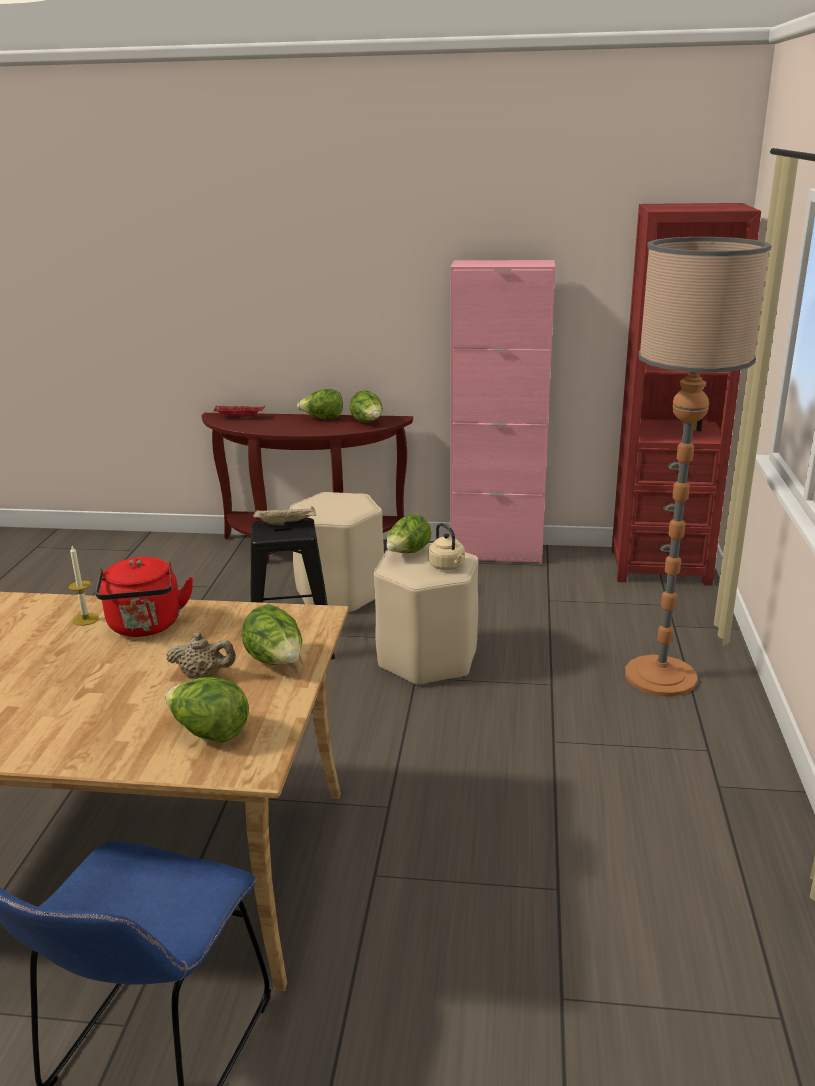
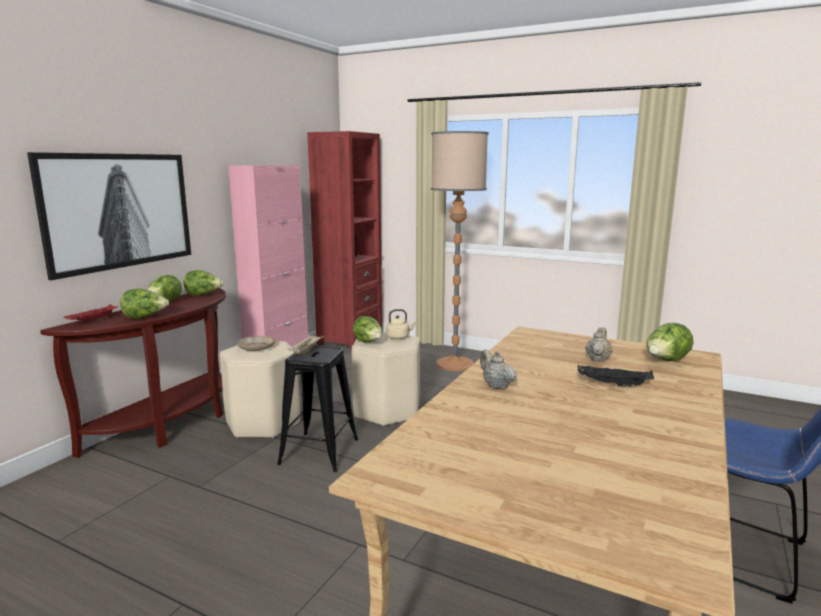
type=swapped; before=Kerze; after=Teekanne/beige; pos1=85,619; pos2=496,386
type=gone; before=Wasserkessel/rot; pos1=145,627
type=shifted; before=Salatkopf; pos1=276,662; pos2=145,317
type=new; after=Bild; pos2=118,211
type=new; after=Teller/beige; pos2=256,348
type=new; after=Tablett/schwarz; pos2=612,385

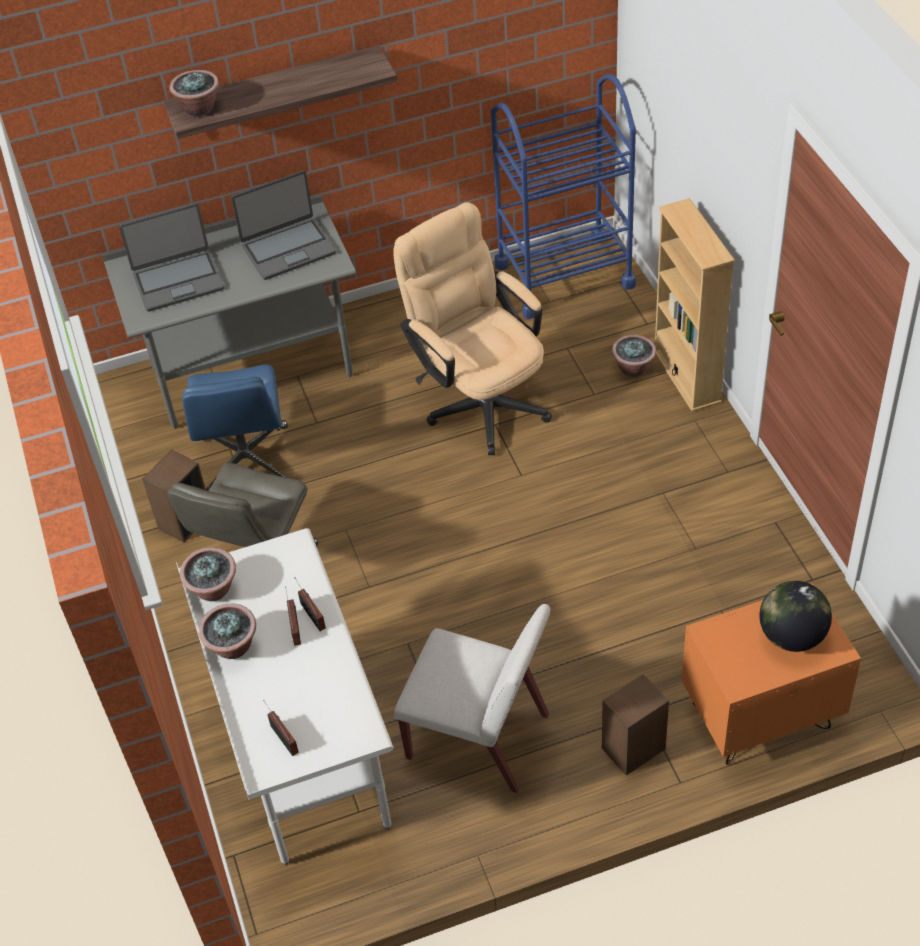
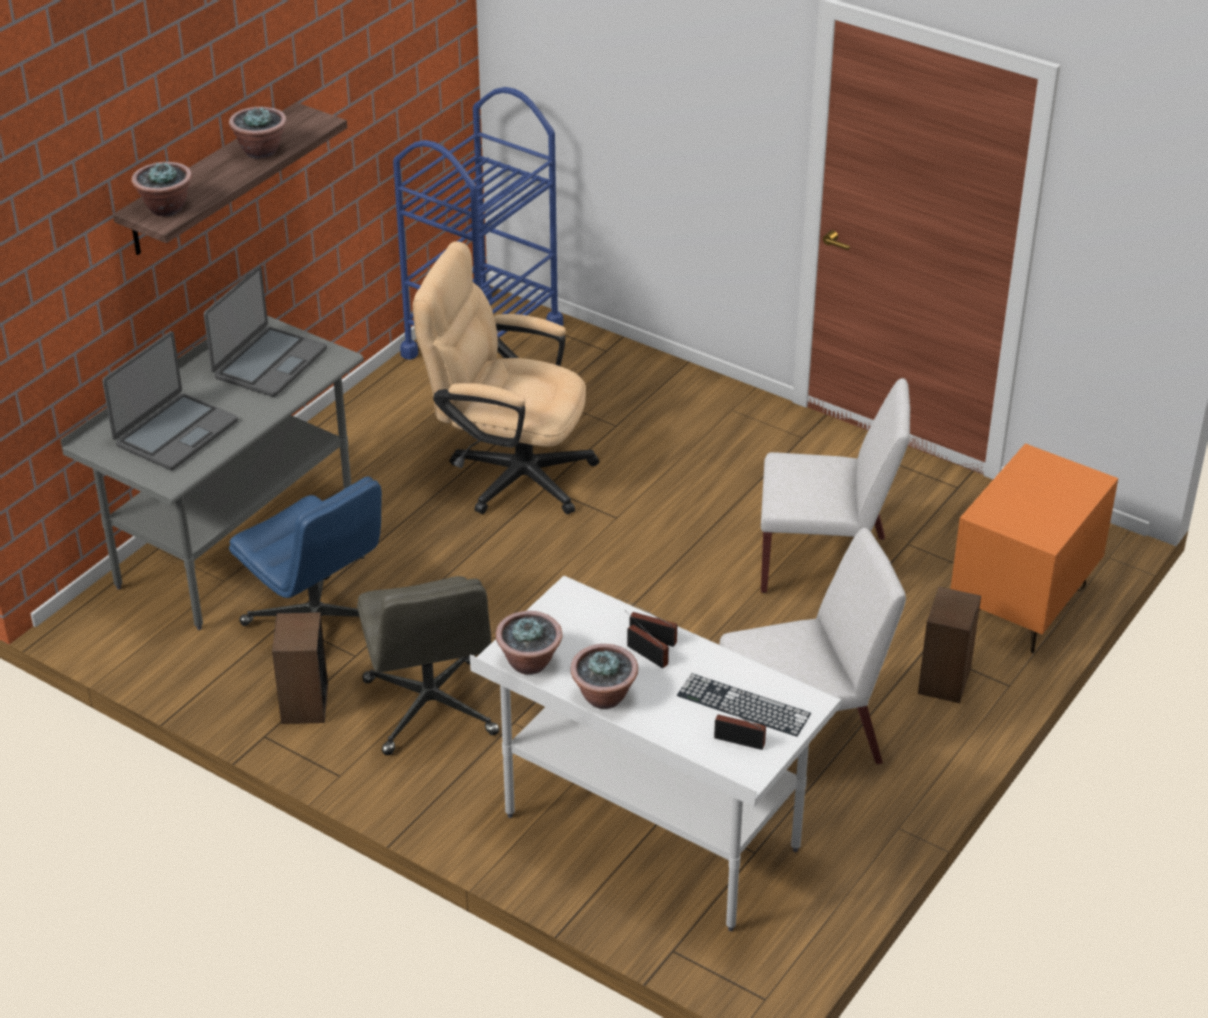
type=shifted; before=Topfpflanze; pos1=633,368; pos2=261,151
type=gone; before=Bücherregal/beige; pos1=686,376
type=gone; before=Globus; pos1=791,636
type=new; after=Tastatur; pos2=743,705
type=new; after=Stuhl/weiß; pos2=825,565

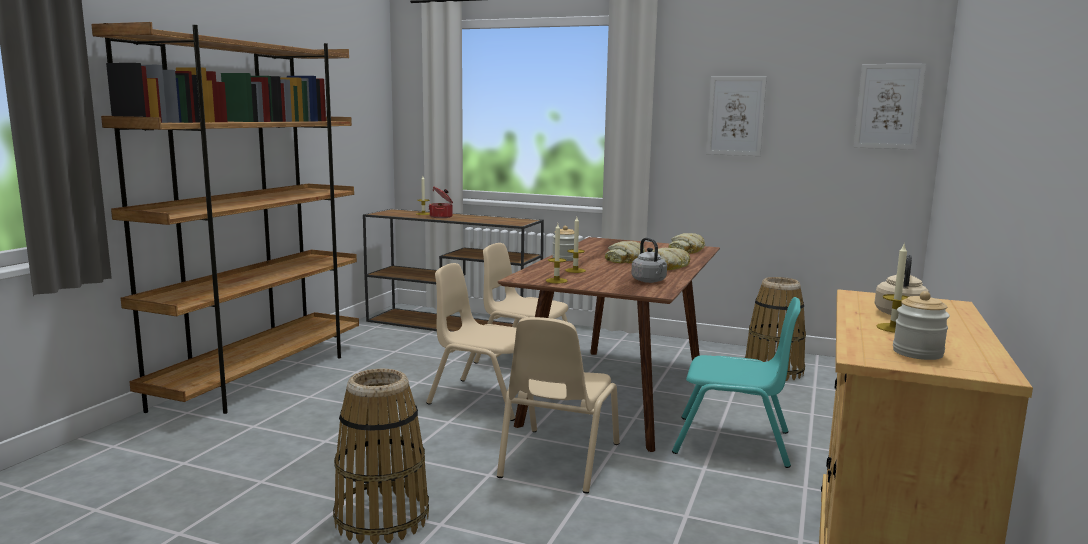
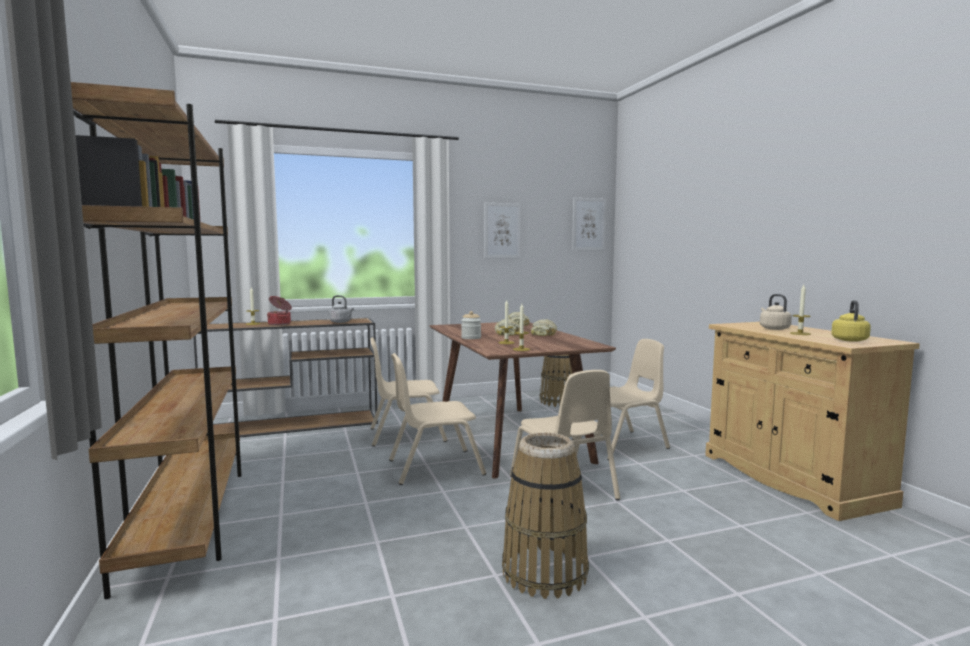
type=shifted; before=Wasserkessel/grau; pos1=650,281; pos2=341,322
type=repainted; before=Stuhl/türkis; after=Stuhl/beige; pos1=732,442; pos2=621,445
type=swapped; before=Vorratsglas; after=Wasserkessel/gelb; pos1=917,353; pos2=849,340

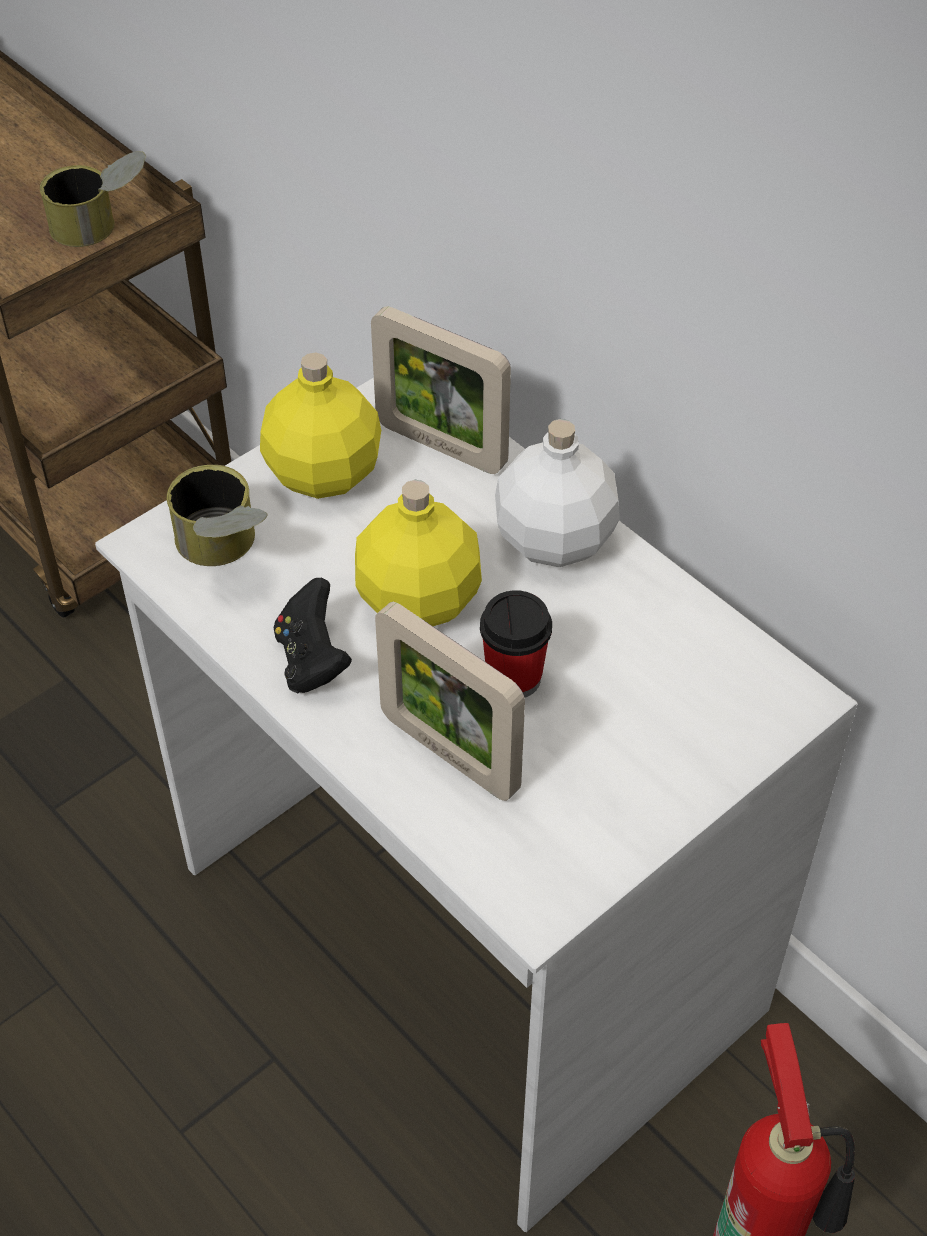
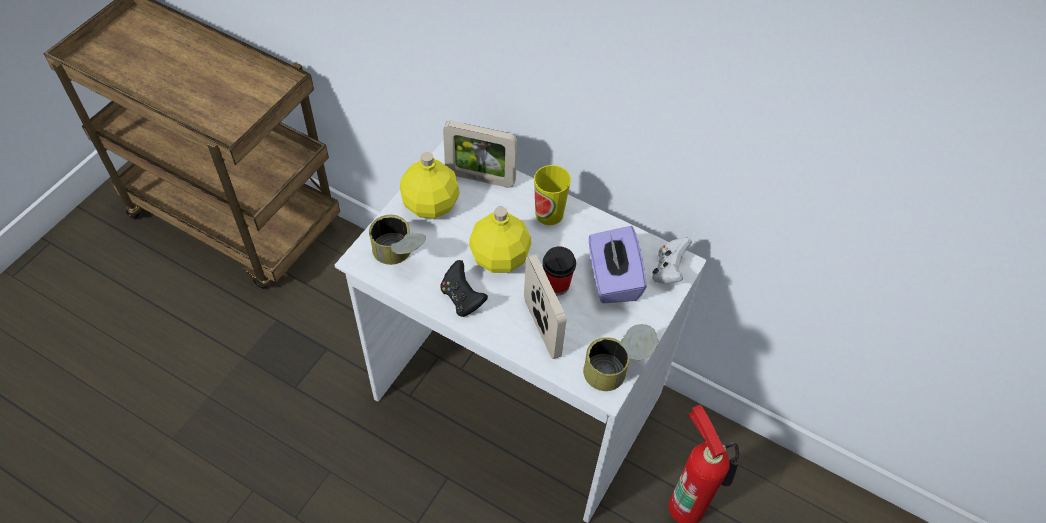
type=shifted; before=Dose; pos1=102,226; pos2=617,368
type=rotated; before=Bilderrahmen; pos1=449,754; pos2=542,328; turn=-135
type=swapped; before=Flasche/weiß; after=Tasse; pos1=553,540; pos2=549,214
type=new; after=Taschentuchbox/lila; pos2=612,279
type=new; after=Gamepad/weiß; pos2=668,270

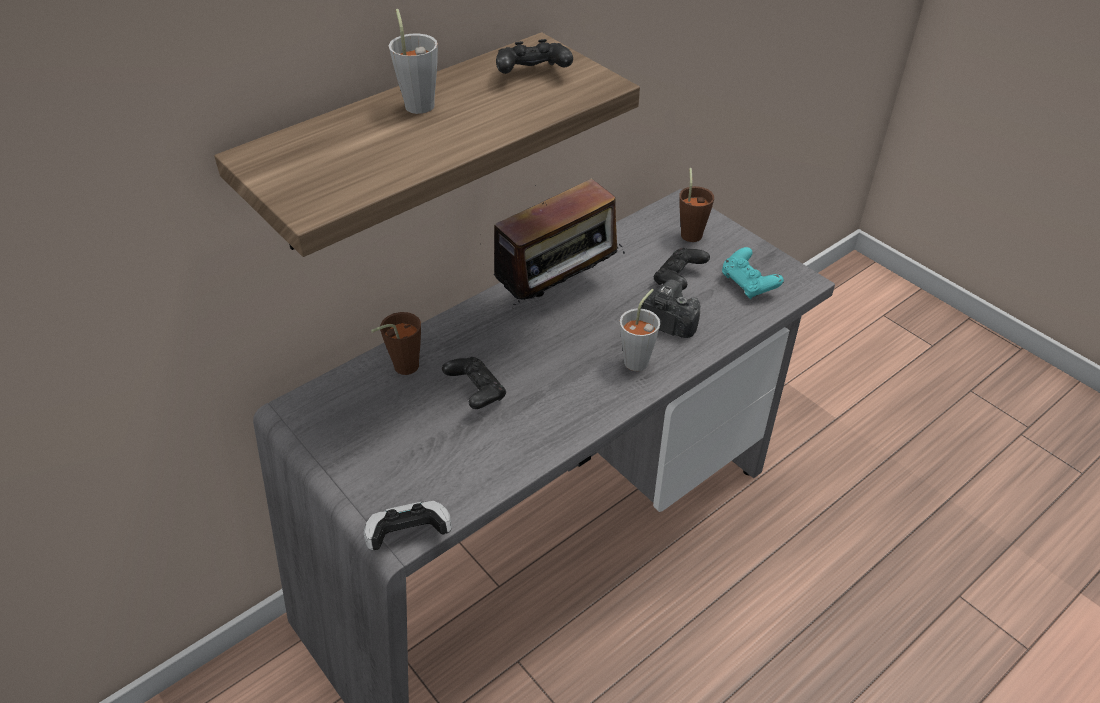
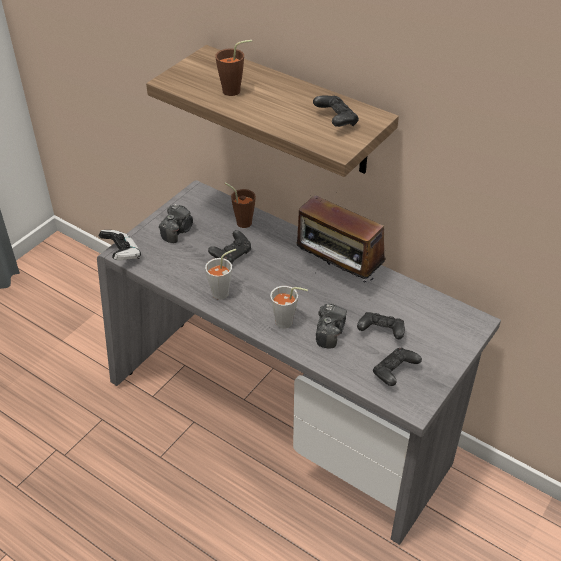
type=shifted; before=Tasse/grau; pos1=418,102; pos2=224,292
type=shifted; before=Tasse/braun; pos1=691,232; pos2=235,90
type=repainted; before=Gamepad/türkis; after=Gamepad/schwarz; pos1=748,284; pos2=394,373
type=new; after=Kamera; pos2=178,231

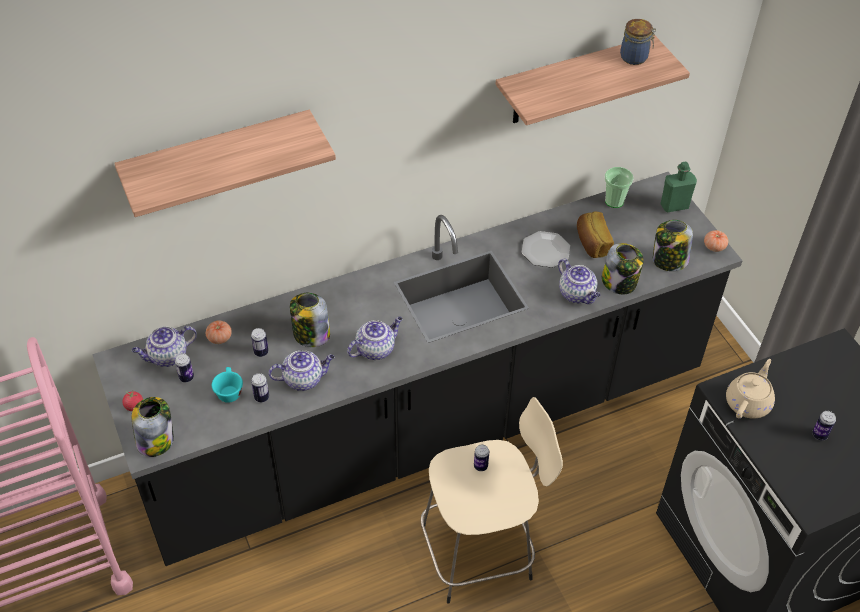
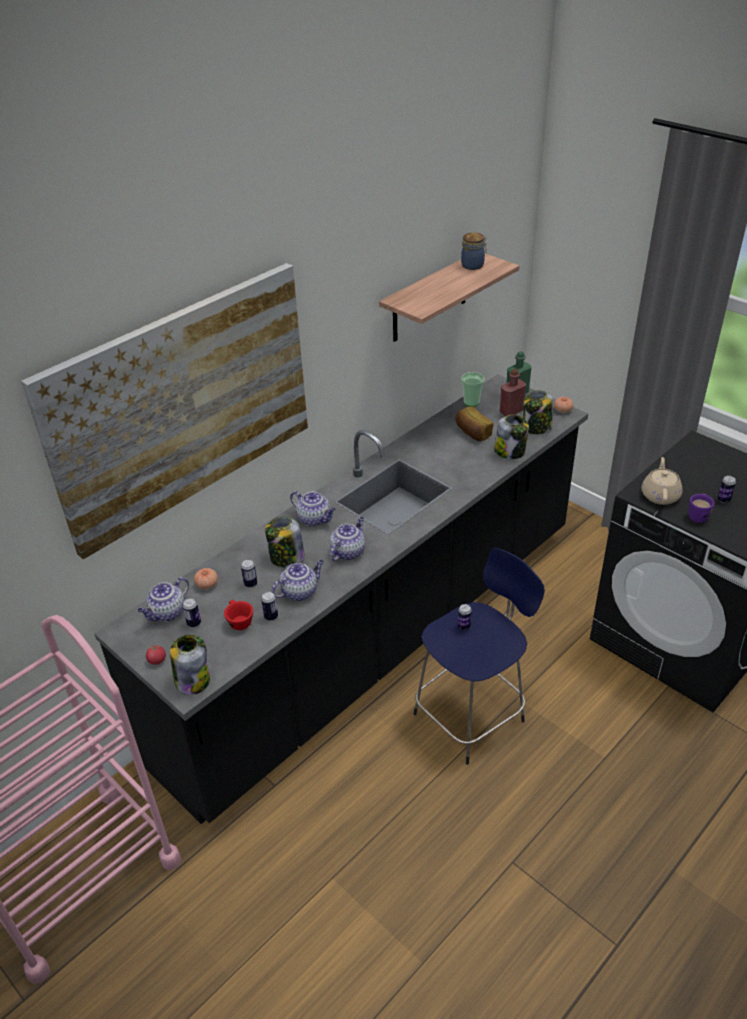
type=swapped; before=Wandregal; after=Bild; pos1=218,161; pos2=183,406
type=repainted; before=Tasse/türkis; after=Tasse/rot; pos1=229,391; pos2=238,621
type=repainted; before=Hocker/beige; after=Hocker/blau; pos1=480,551; pos2=471,715
type=gone; before=Teller; pos1=545,251
type=shifted; before=Teekanne; pos1=577,294; pos2=315,519
type=new; after=Flasche/rot; pos2=511,411
type=new; after=Henkelbecher/lila; pos2=698,515

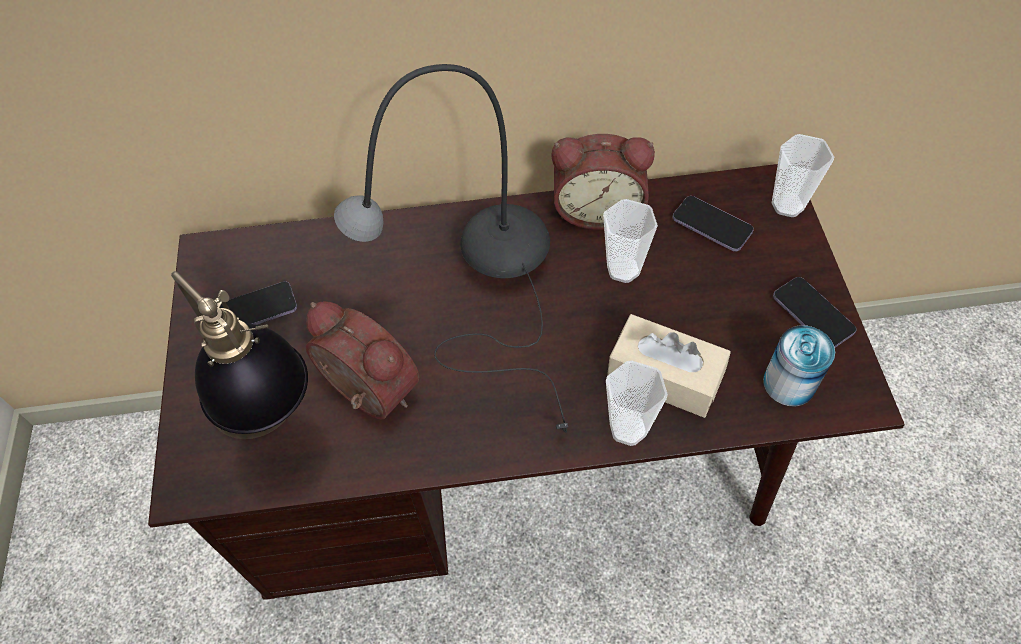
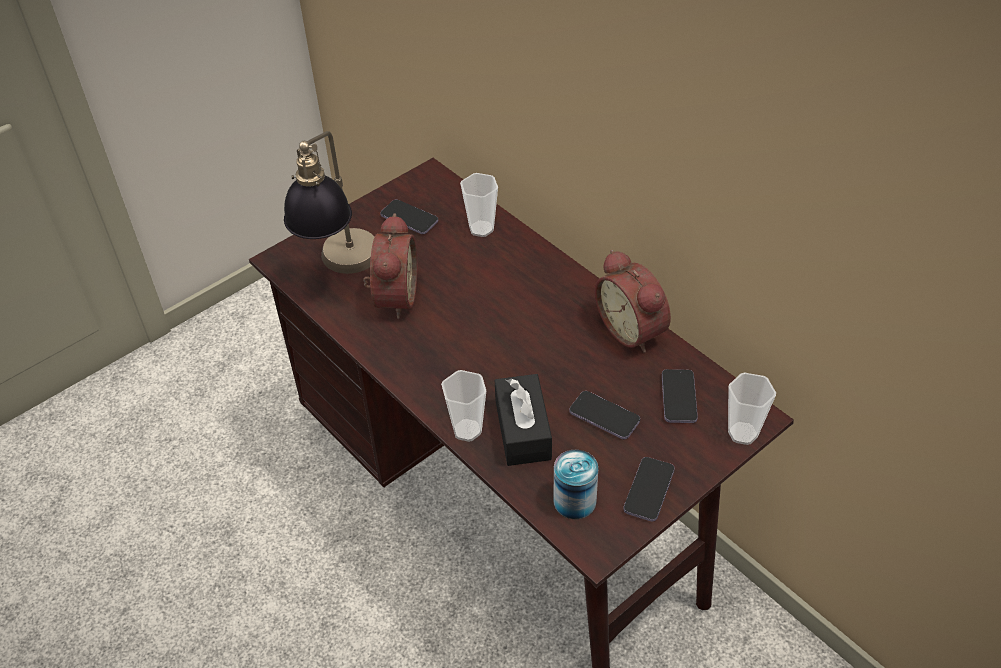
type=gone; before=Tischlampe/grau; pos1=486,300
type=shifted; before=Tasse; pos1=623,269; pos2=481,229
type=repainted; before=Taschentuchbox/beige; after=Taschentuchbox/schwarz; pos1=664,376; pos2=523,430
type=new; after=Handy; pos2=604,417

